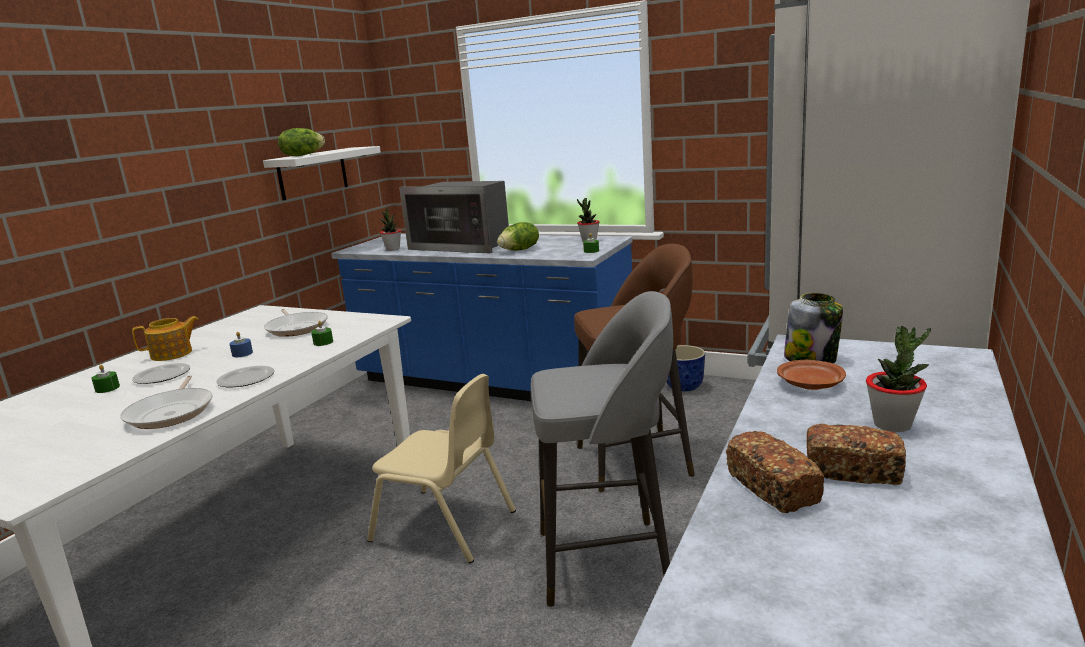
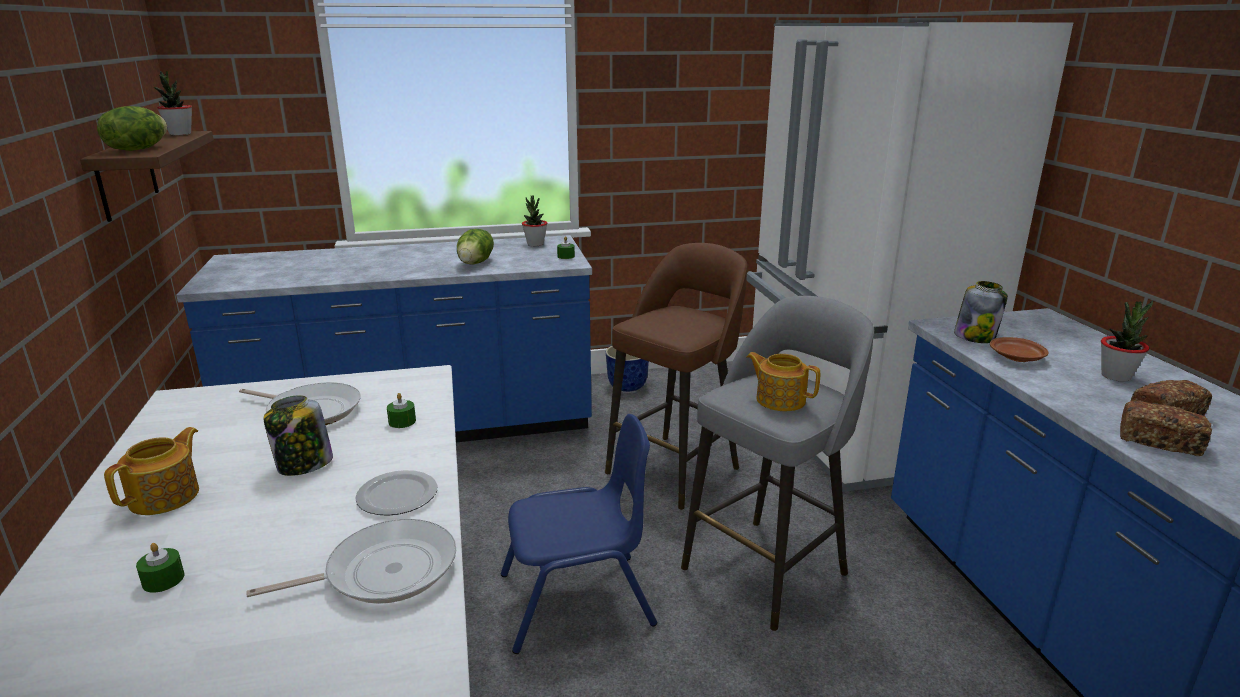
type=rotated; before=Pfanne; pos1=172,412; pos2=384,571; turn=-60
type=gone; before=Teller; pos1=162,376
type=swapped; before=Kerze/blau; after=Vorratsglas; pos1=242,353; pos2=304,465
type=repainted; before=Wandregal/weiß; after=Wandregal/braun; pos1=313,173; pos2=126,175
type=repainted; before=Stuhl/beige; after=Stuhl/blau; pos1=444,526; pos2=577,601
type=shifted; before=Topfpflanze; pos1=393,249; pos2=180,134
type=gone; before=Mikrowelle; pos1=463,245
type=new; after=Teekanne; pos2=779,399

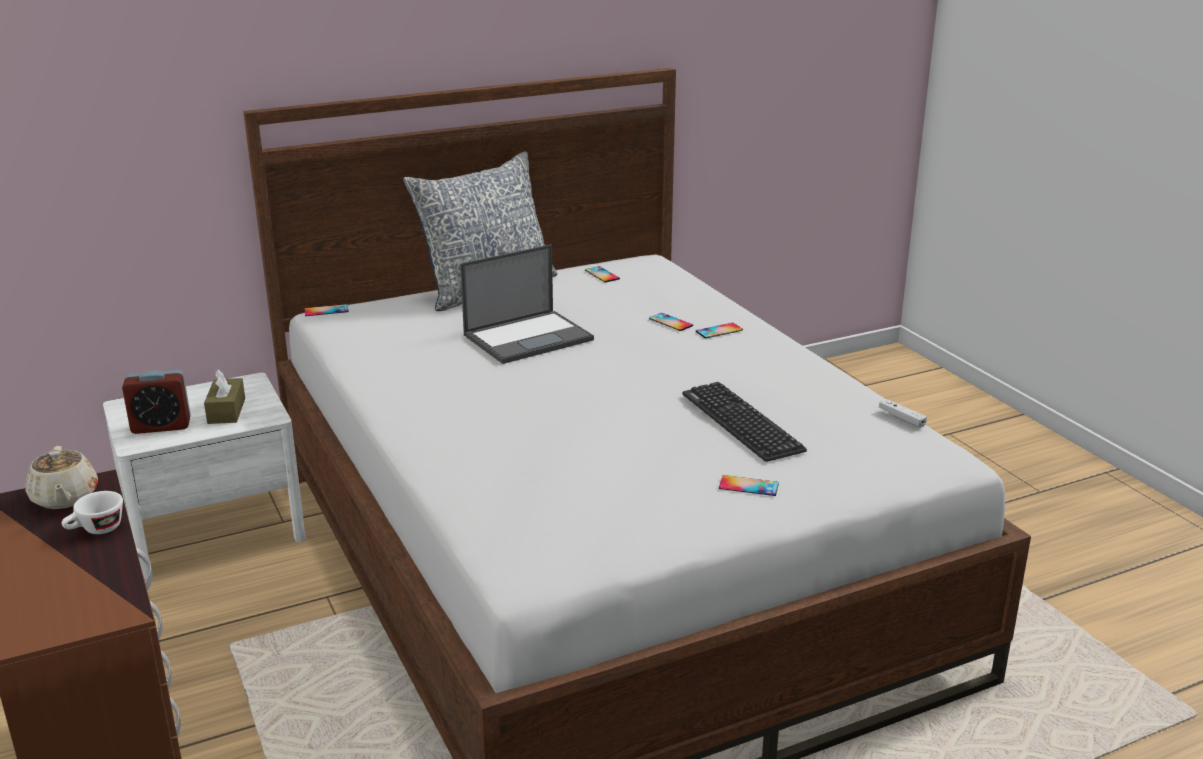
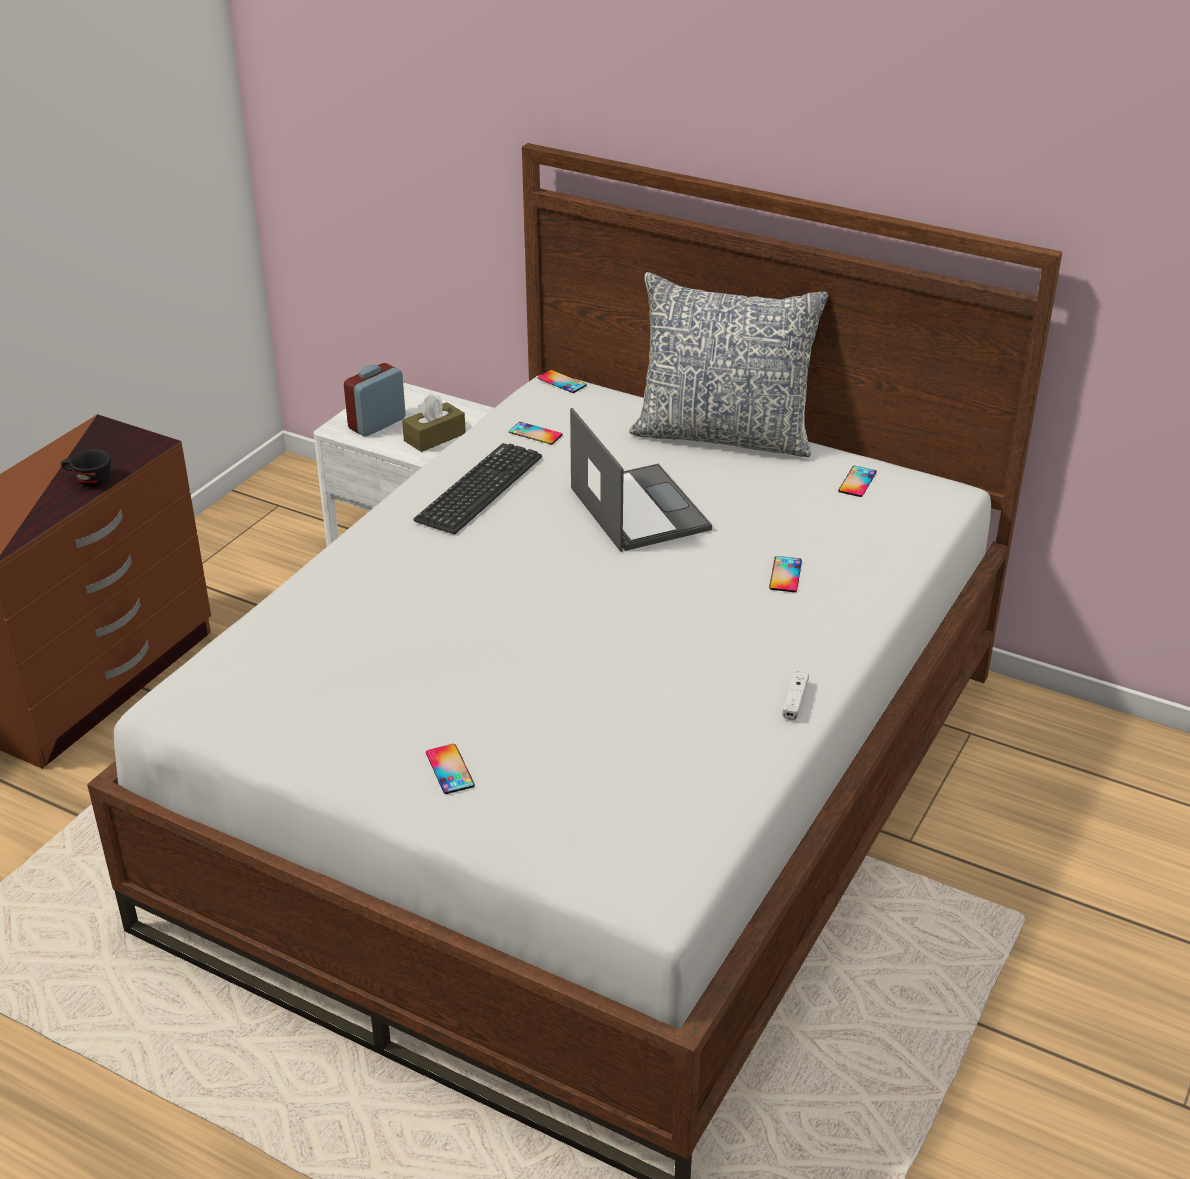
type=gone; before=Teekanne/beige; pos1=64,498
type=repainted; before=Tasse/weiß; after=Tasse/schwarz; pos1=96,530; pos2=88,481
type=rotated; before=Wecker; pos1=161,426; pos2=377,424; turn=90
type=rotated; before=Laptop; pos1=529,337; pos2=638,508; turn=-135
type=shifted; before=Tastatur; pos1=741,422; pos2=479,489
type=shifted; before=Handy; pos1=719,331; pos2=535,433
type=shifted; before=Gamepad/weiß; pos1=901,418; pos2=795,701

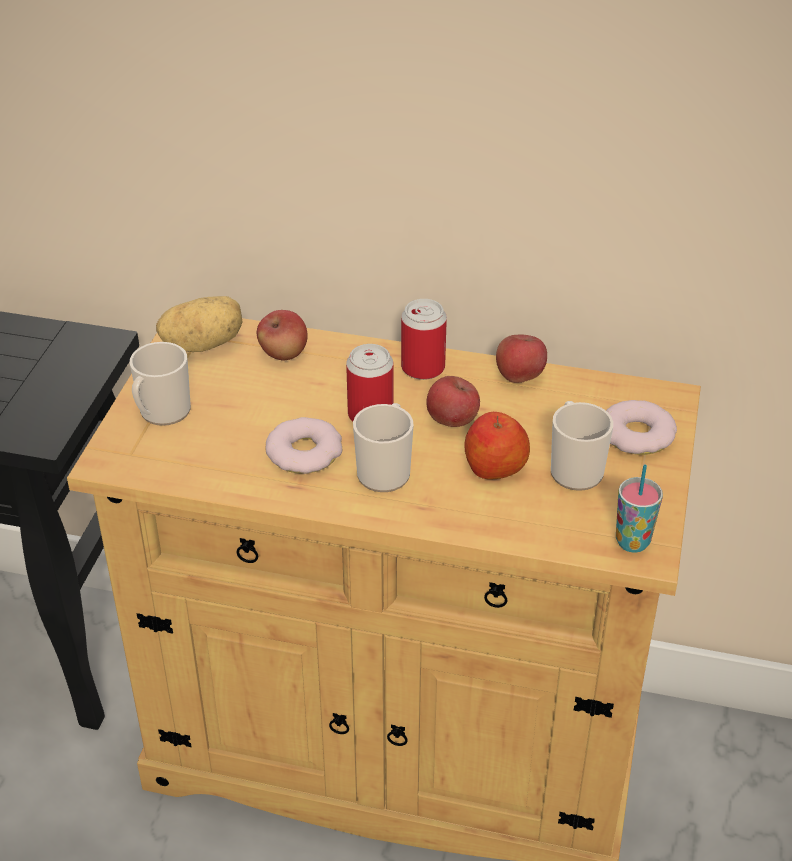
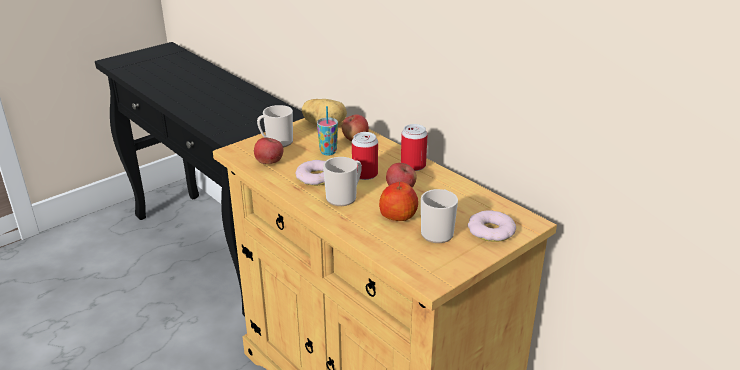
type=shifted; before=Apfel; pos1=519,376; pos2=269,162
type=shifted; before=Tasse; pos1=632,542; pos2=328,152

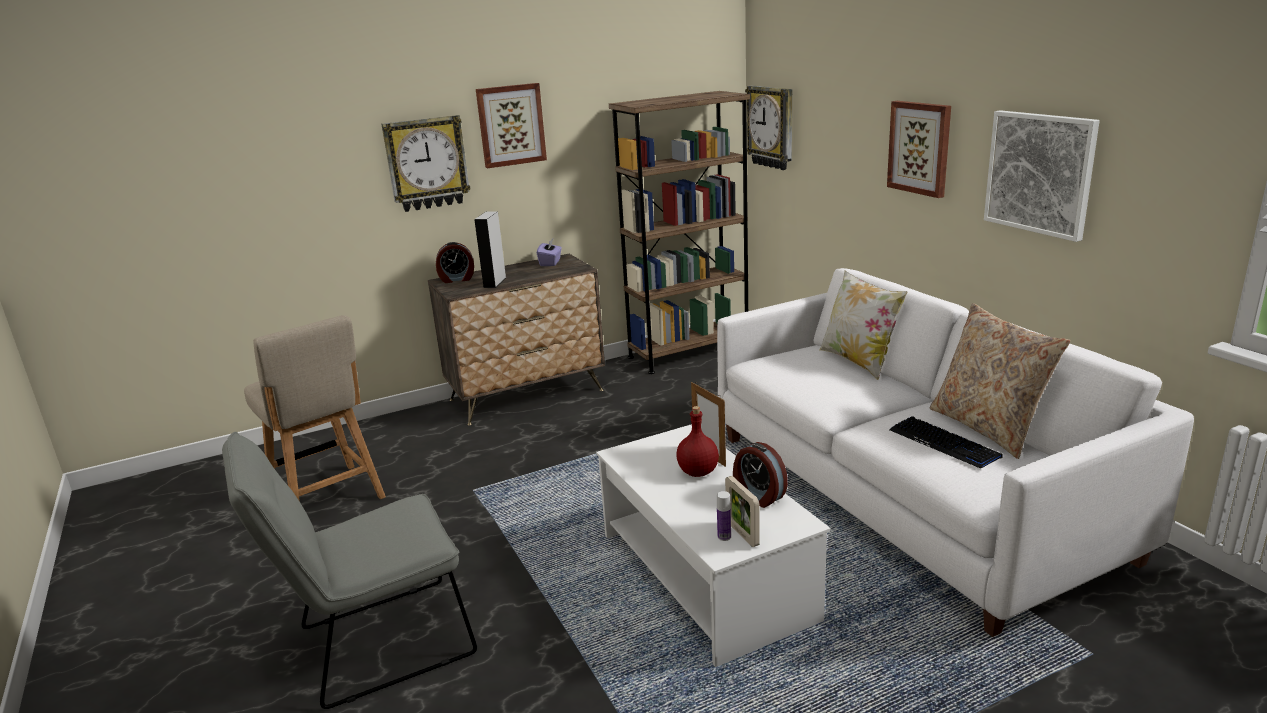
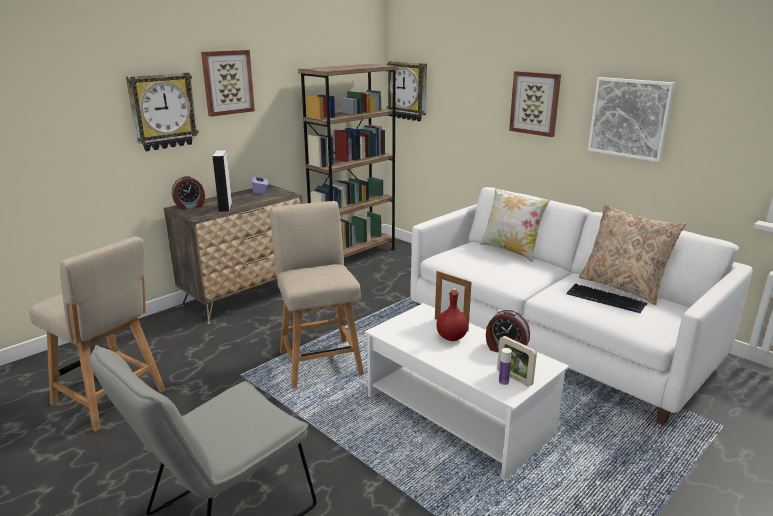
type=new; after=Stuhl/beige; pos2=319,360

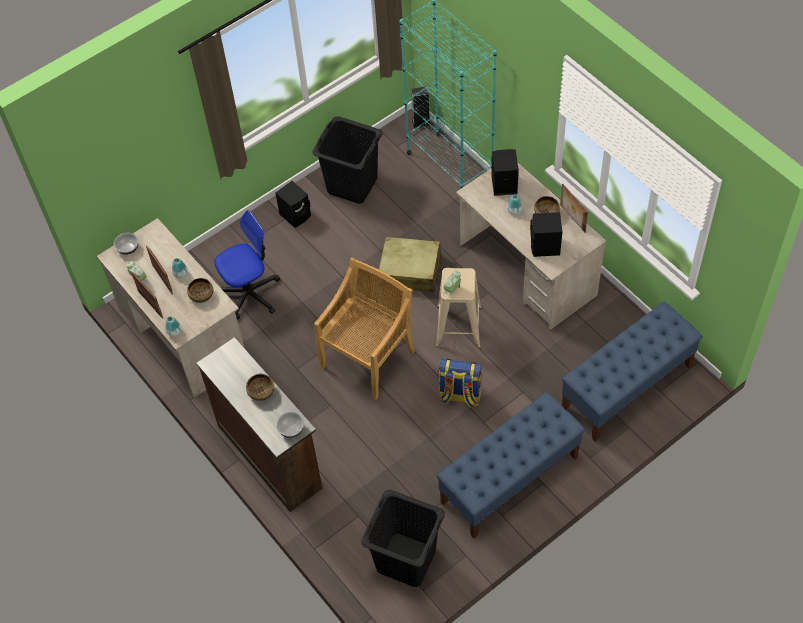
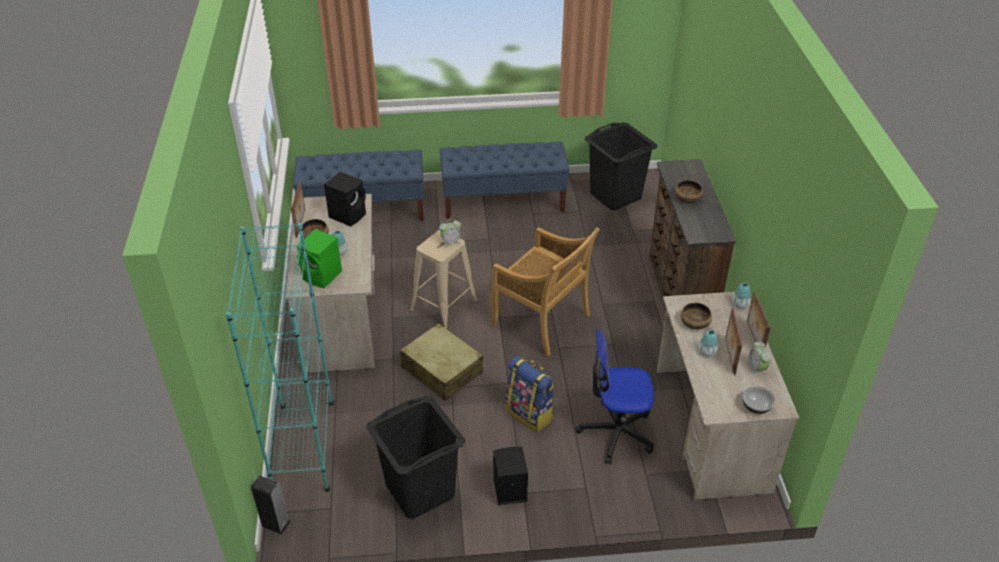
type=gone; before=Schüssel; pos1=291,429
type=rotated; before=Stuhl/beige; pos1=368,358; pos2=542,321; turn=-120
type=shifted; before=Rucksack; pos1=460,395; pos2=530,413
type=repainted; before=Lautsprecher/schwarz; after=Lautsprecher/grün; pos1=503,184; pos2=323,276

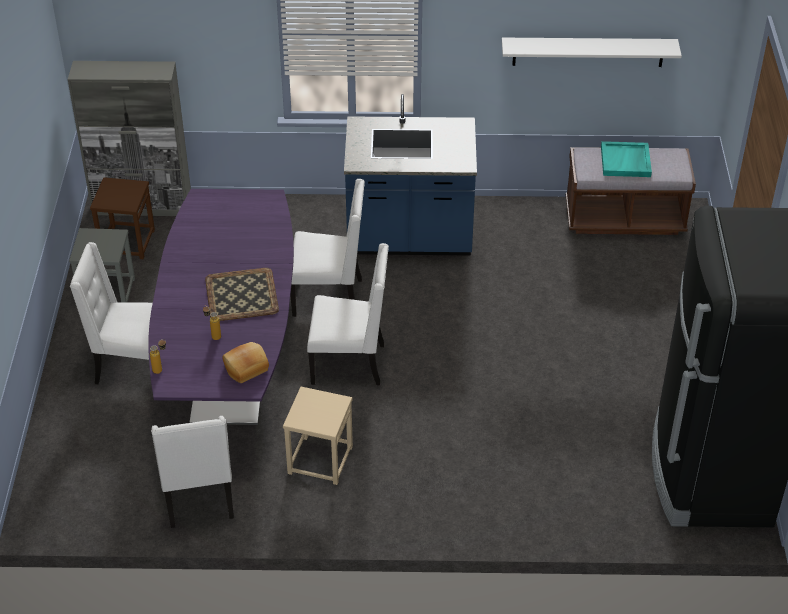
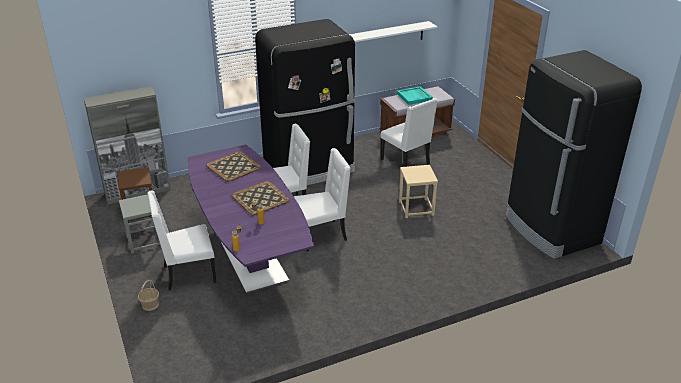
type=shifted; before=Stuhl/weiß; pos1=199,496; pos2=406,163
type=gone; before=Brot; pos1=245,367
type=shifted; before=Hocker/beige; pos1=319,459; pos2=415,208
type=swapped; before=Küchenzeile/blau; after=Kühlschrank/schwarz; pos1=409,237; pos2=309,168
type=new; after=Korb; pos2=150,304
type=new; after=Tablett; pos2=234,167

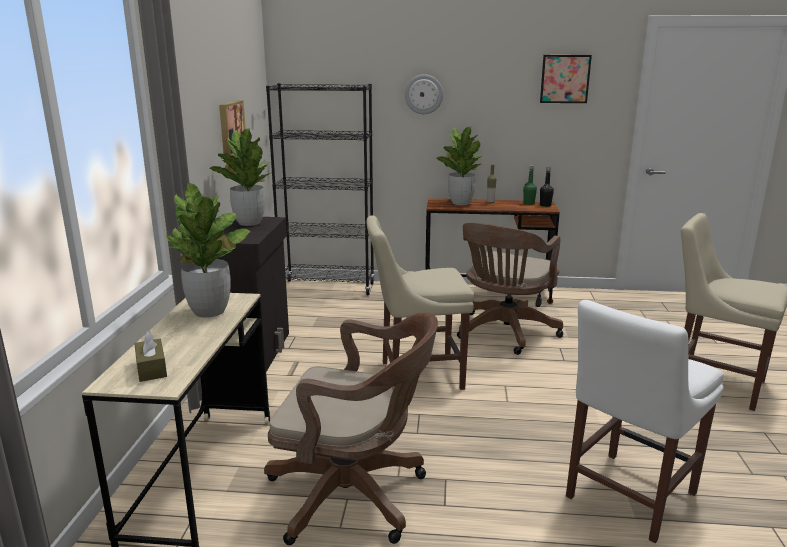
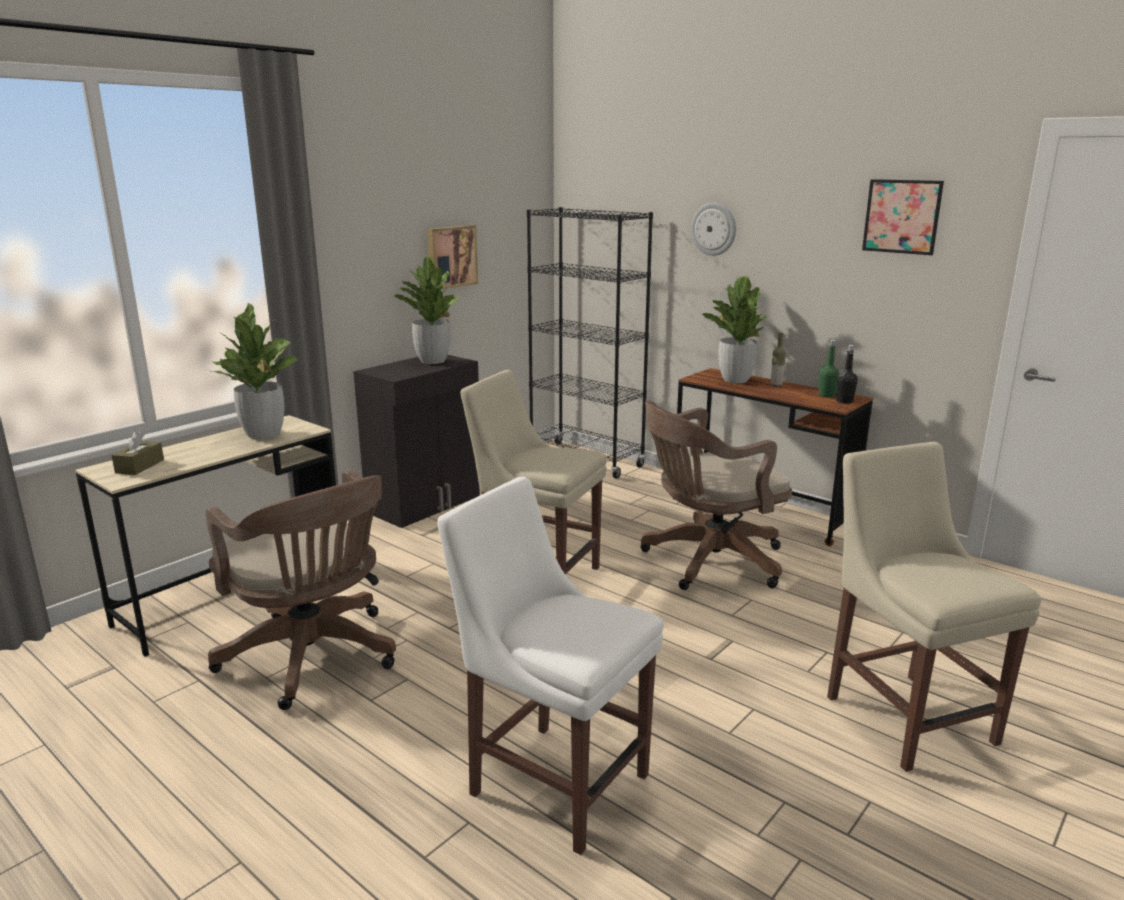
type=rotated; before=Stuhl/weiß; pos1=627,497; pos2=552,780; turn=45

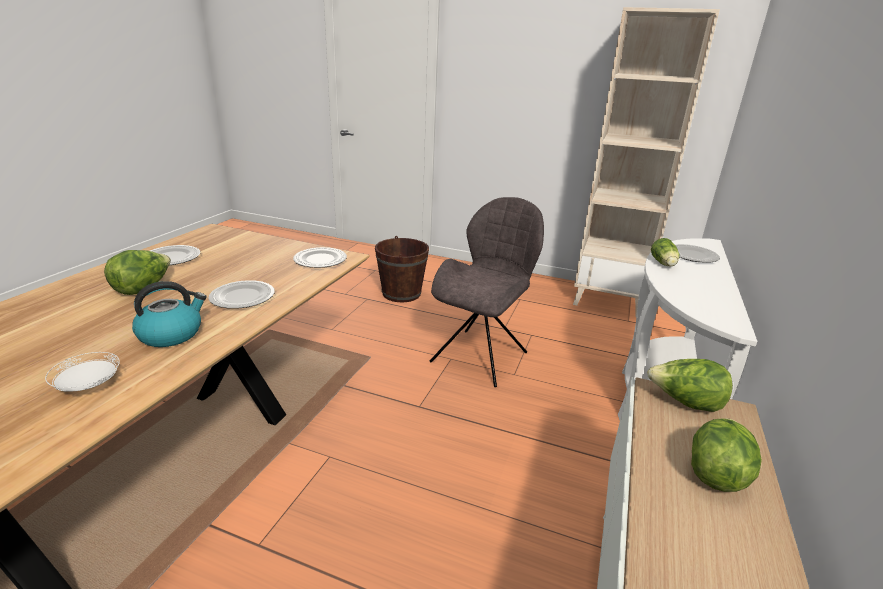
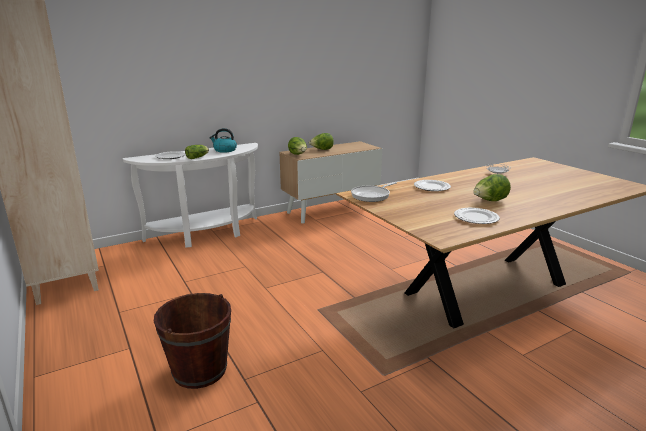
type=shifted; before=Wasserkessel; pos1=171,334; pos2=224,150
type=swapped; before=Teller; after=Pfanne; pos1=319,260; pos2=372,195
type=gone; before=Stuhl/grau; pos1=481,355

